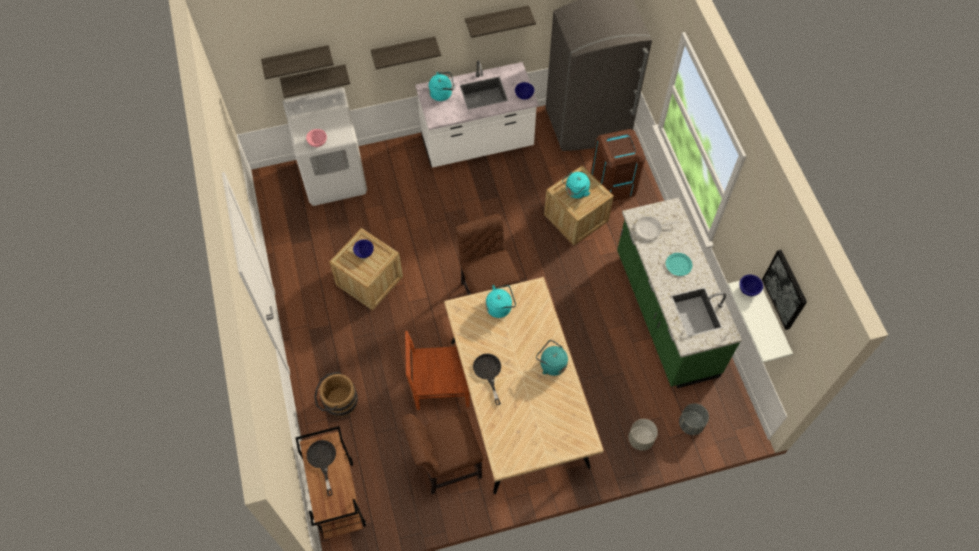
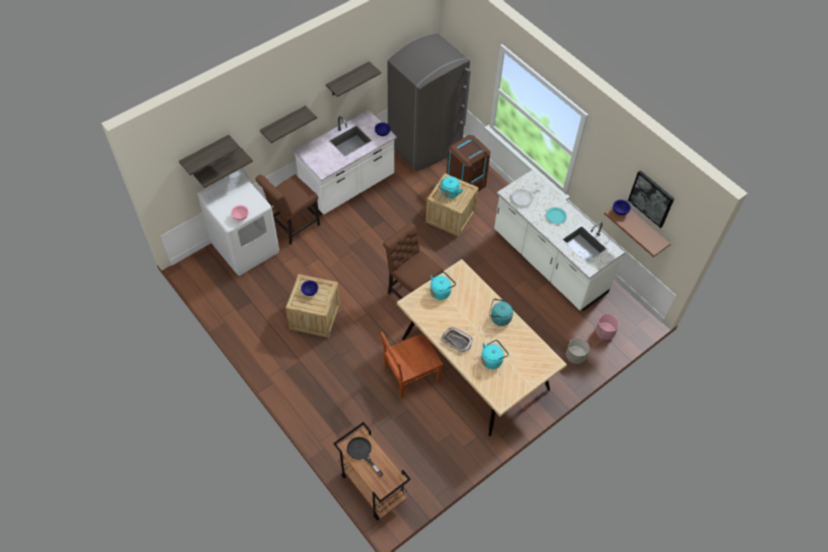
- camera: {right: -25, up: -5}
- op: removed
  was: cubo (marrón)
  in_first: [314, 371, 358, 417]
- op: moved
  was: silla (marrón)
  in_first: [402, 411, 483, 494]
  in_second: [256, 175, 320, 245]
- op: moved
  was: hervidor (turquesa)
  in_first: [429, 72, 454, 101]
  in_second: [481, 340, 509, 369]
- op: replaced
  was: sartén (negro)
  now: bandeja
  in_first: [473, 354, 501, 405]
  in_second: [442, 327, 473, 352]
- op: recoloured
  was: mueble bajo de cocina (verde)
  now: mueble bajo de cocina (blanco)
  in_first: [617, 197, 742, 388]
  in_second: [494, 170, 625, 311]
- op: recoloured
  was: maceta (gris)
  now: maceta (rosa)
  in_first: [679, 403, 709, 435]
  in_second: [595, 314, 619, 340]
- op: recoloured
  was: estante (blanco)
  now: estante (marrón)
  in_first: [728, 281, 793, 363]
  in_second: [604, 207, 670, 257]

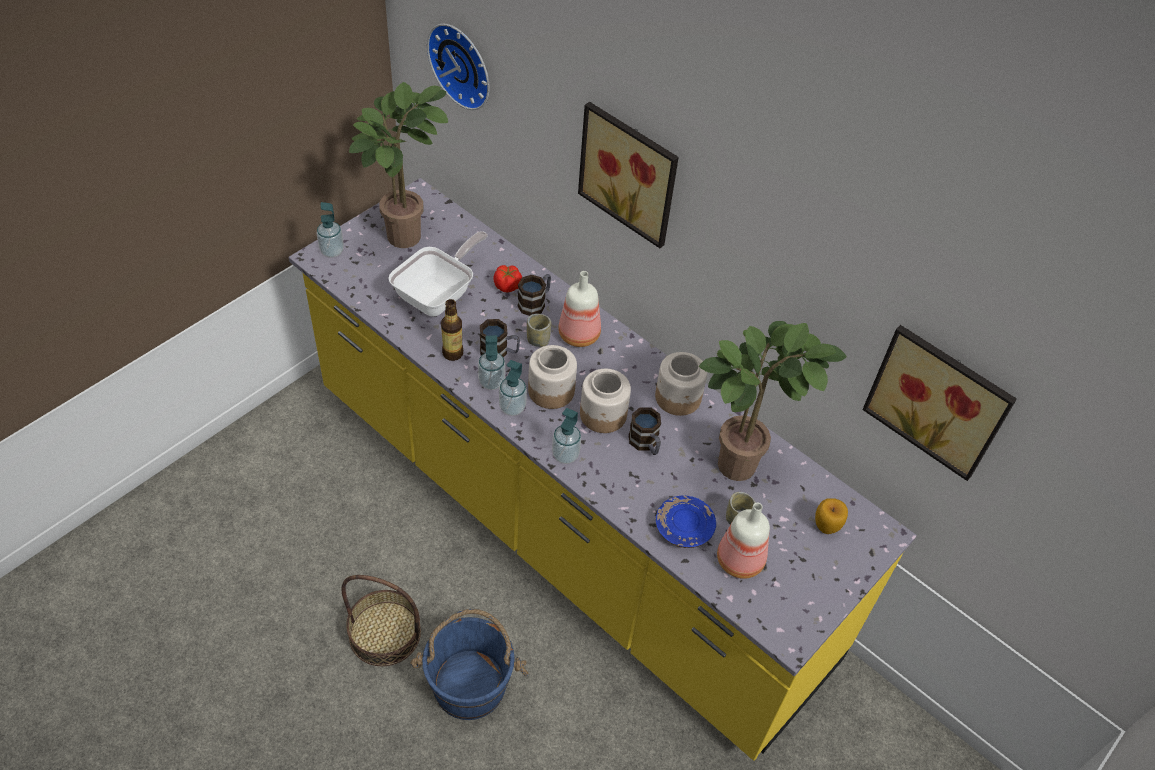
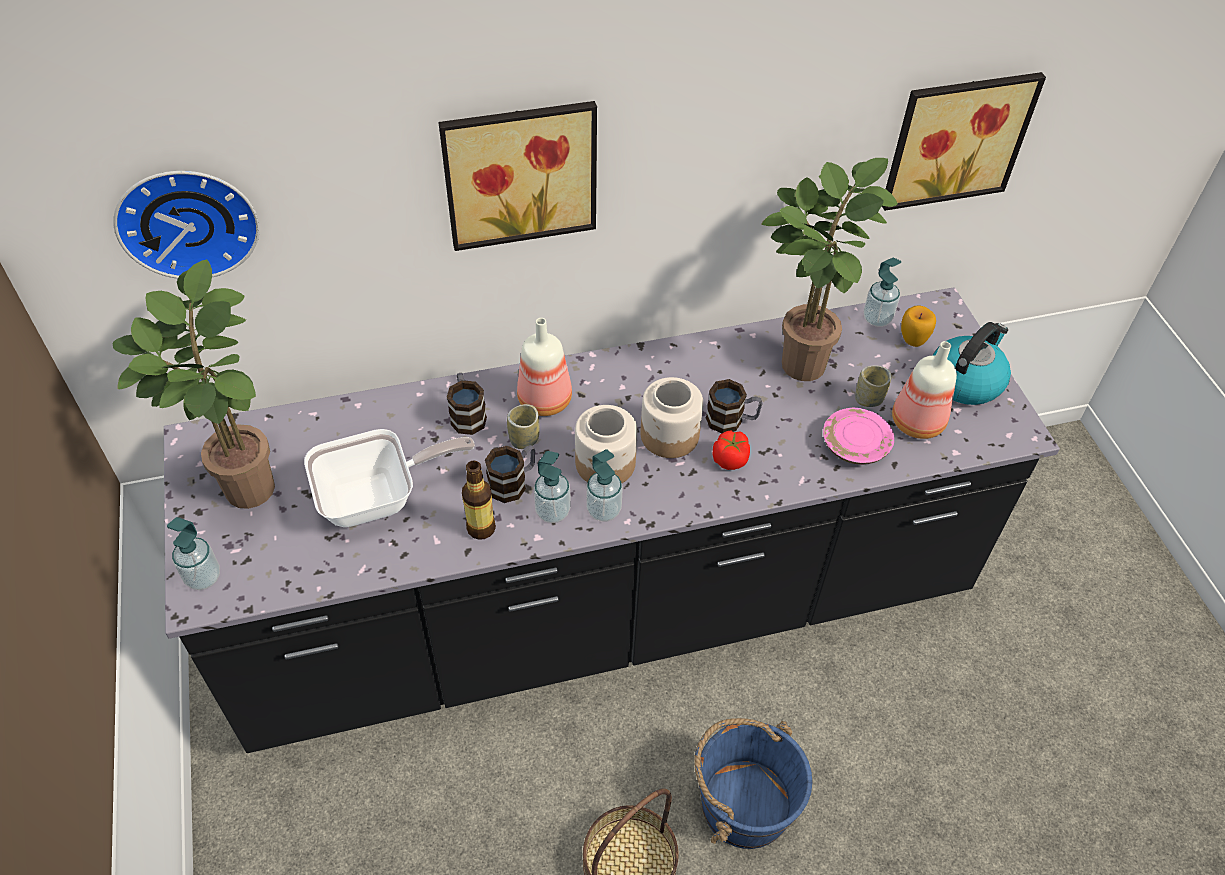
- camera: {right: -55, up: 0}
- op: removed
  was: tarro
  in_first: [655, 352, 707, 416]
- op: added
  now: hervidor
  in_second: [933, 322, 1011, 405]
- op: moved
  was: tomate
  in_first: [493, 265, 522, 293]
  in_second: [713, 431, 750, 470]
- op: moved
  was: dispensador de jabón
  in_first: [552, 408, 581, 464]
  in_second: [864, 258, 901, 327]
- op: recoloured
  was: mueble bajo de cocina (amarillo)
  now: mueble bajo de cocina (negro)
  in_first: [289, 178, 917, 761]
  in_second: [164, 287, 1060, 753]
- op: recoloured
  was: plato (azul)
  now: plato (rosa)
  in_first: [656, 495, 716, 548]
  in_second: [823, 407, 894, 465]
- op: turned
  was: sartén
  in_first: [388, 231, 488, 316]
  in_second: [304, 429, 475, 527]
  clockwise: 90

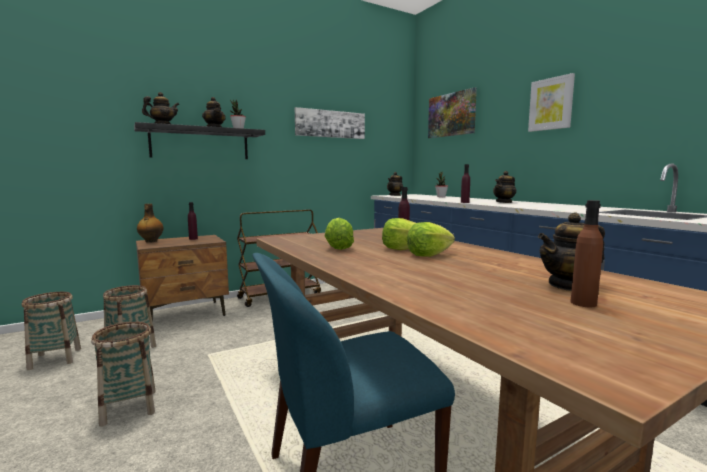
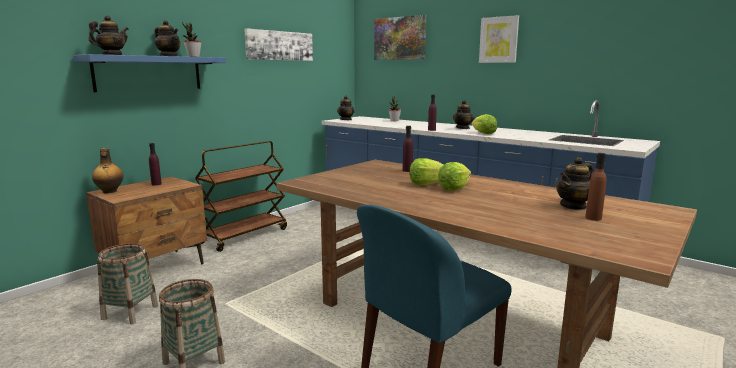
- camera: {right: -20, up: 5}
- op: removed
  was: cesta
  in_first: [21, 292, 81, 370]
- op: moved
  was: lechuga
  in_first: [325, 218, 354, 250]
  in_second: [472, 114, 497, 134]
- op: recoloured
  was: estante (negro)
  now: estante (azul)
  in_first: [134, 122, 265, 159]
  in_second: [73, 54, 226, 92]

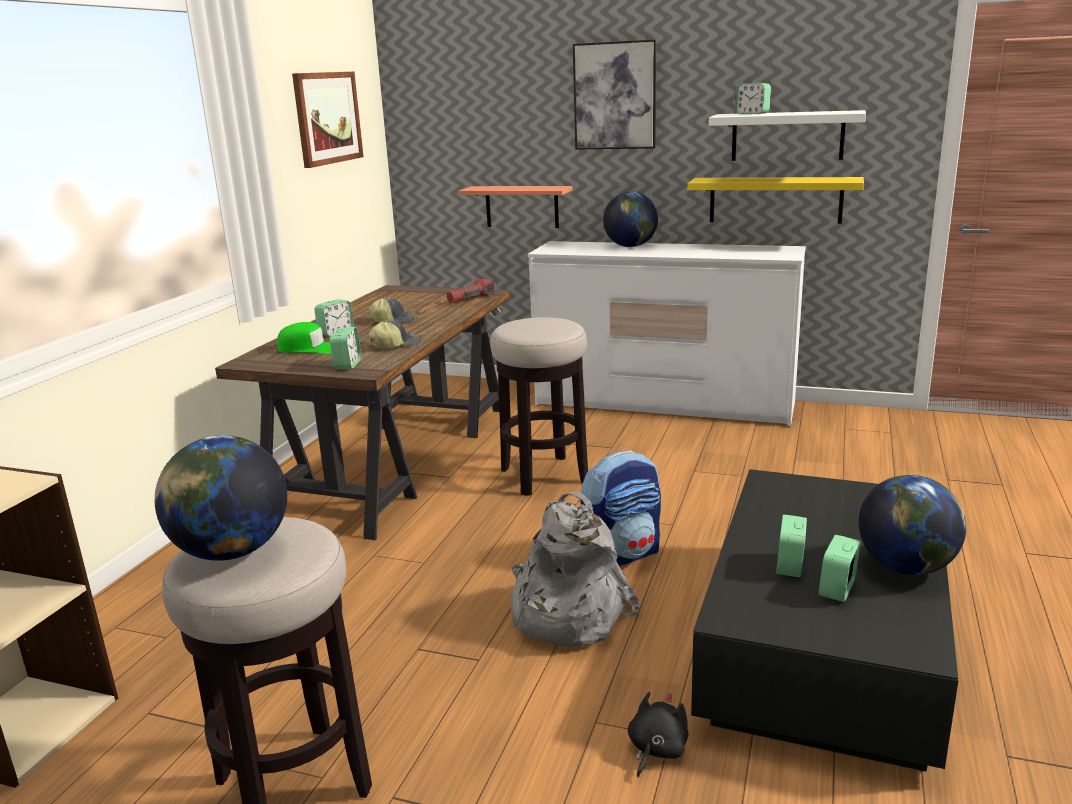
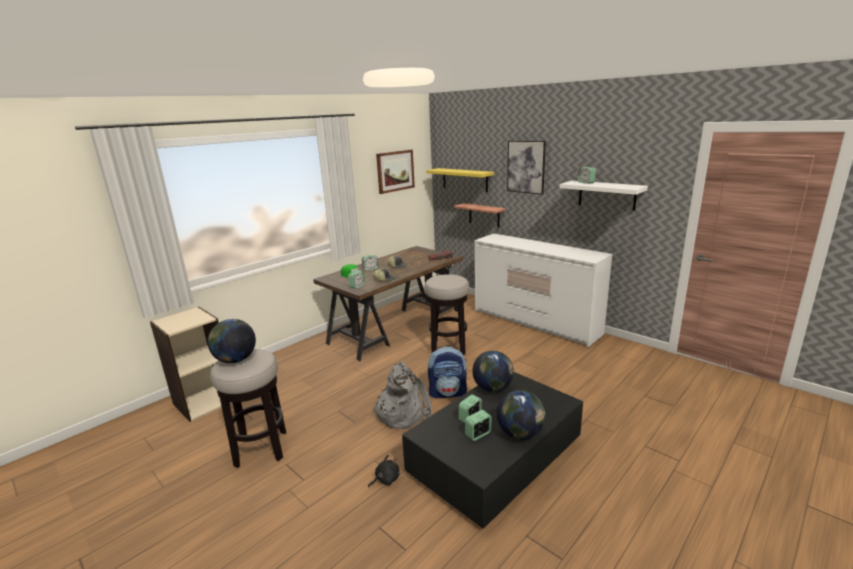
- camera: {right: 25, up: 0}
- op: moved
  was: globo terráqueo
  in_first: [603, 192, 658, 247]
  in_second: [472, 351, 514, 392]
- op: moved
  was: estante (amarillo)
  in_first: [688, 177, 864, 224]
  in_second: [426, 168, 494, 192]

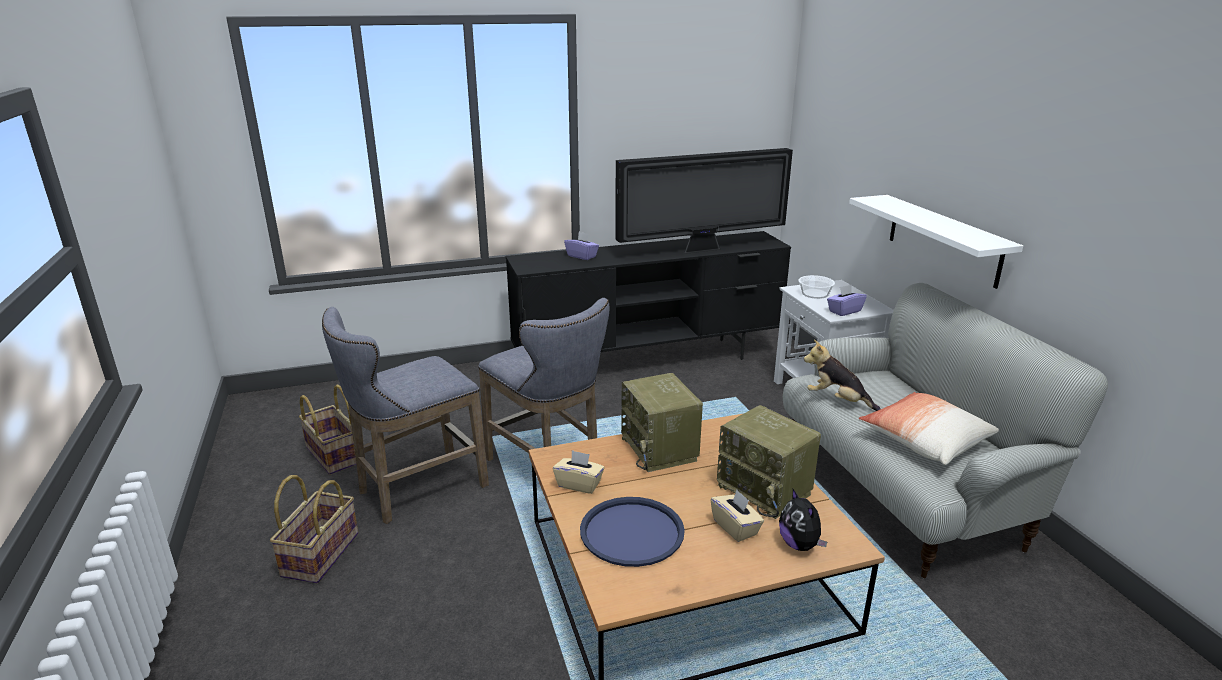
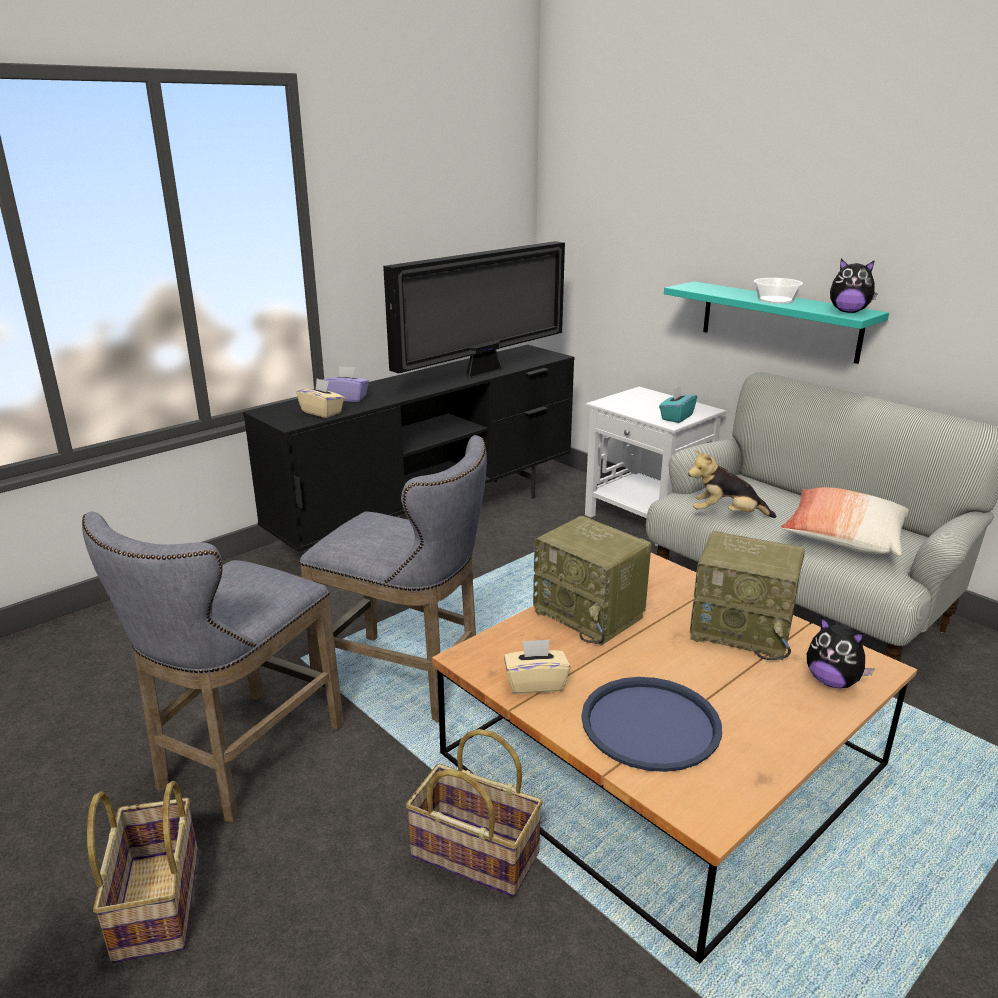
- camera: {right: -25, up: 0}
- op: added
  now: peluche
  in_second: [830, 259, 878, 313]
- op: moved
  was: cesta
  in_first: [299, 385, 357, 475]
  in_second: [406, 729, 543, 897]
- op: moved
  was: caja de pañuelos (beis)
  in_first: [710, 490, 764, 542]
  in_second: [296, 378, 345, 418]
- op: moved
  was: cuenco
  in_first: [799, 275, 835, 299]
  in_second: [754, 278, 803, 304]
- op: recoloured
  was: caja de pañuelos (morado)
  now: caja de pañuelos (turquesa)
  in_first: [827, 285, 867, 316]
  in_second: [659, 386, 697, 423]
- op: recoloured
  was: estante (blanco)
  now: estante (turquesa)
  in_first: [849, 195, 1023, 289]
  in_second: [664, 281, 889, 364]

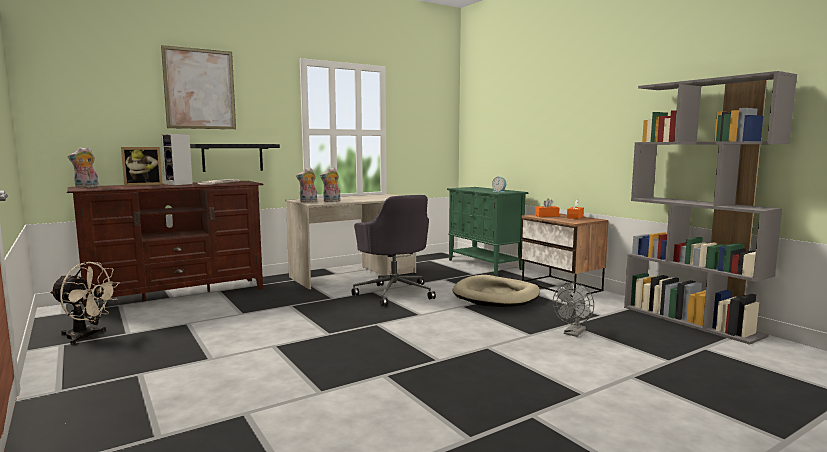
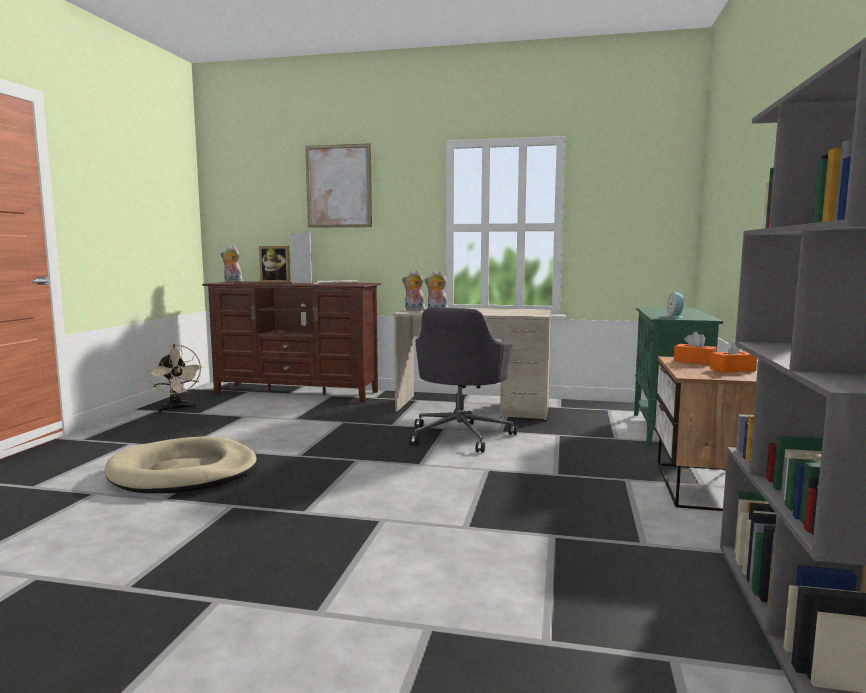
- camera: {right: 45, up: 0}
- op: removed
  was: estante (negro)
  in_first: [190, 144, 280, 172]
- op: removed
  was: ventilador (gris)
  in_first: [553, 282, 594, 337]
- op: moved
  was: cama para perro (beis)
  in_first: [453, 275, 540, 307]
  in_second: [105, 436, 257, 493]

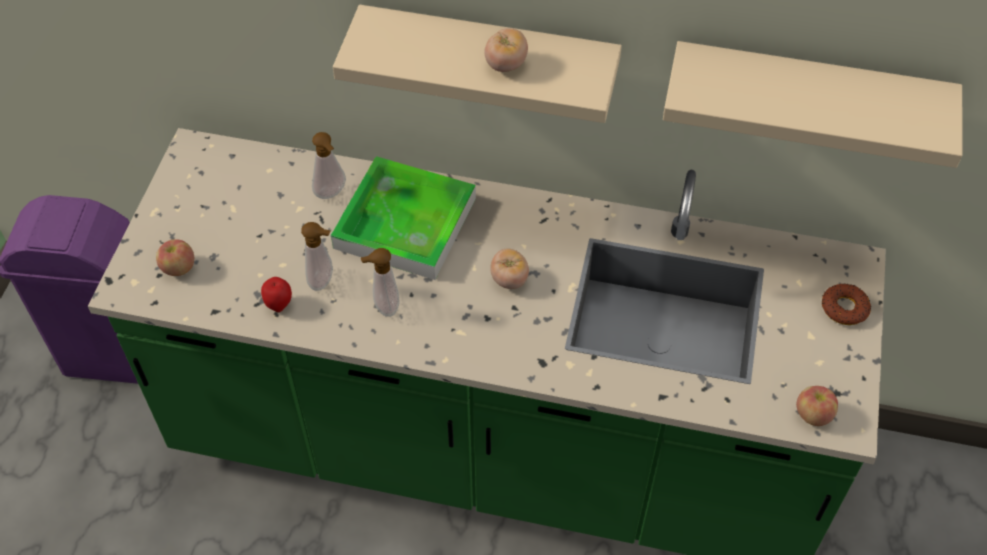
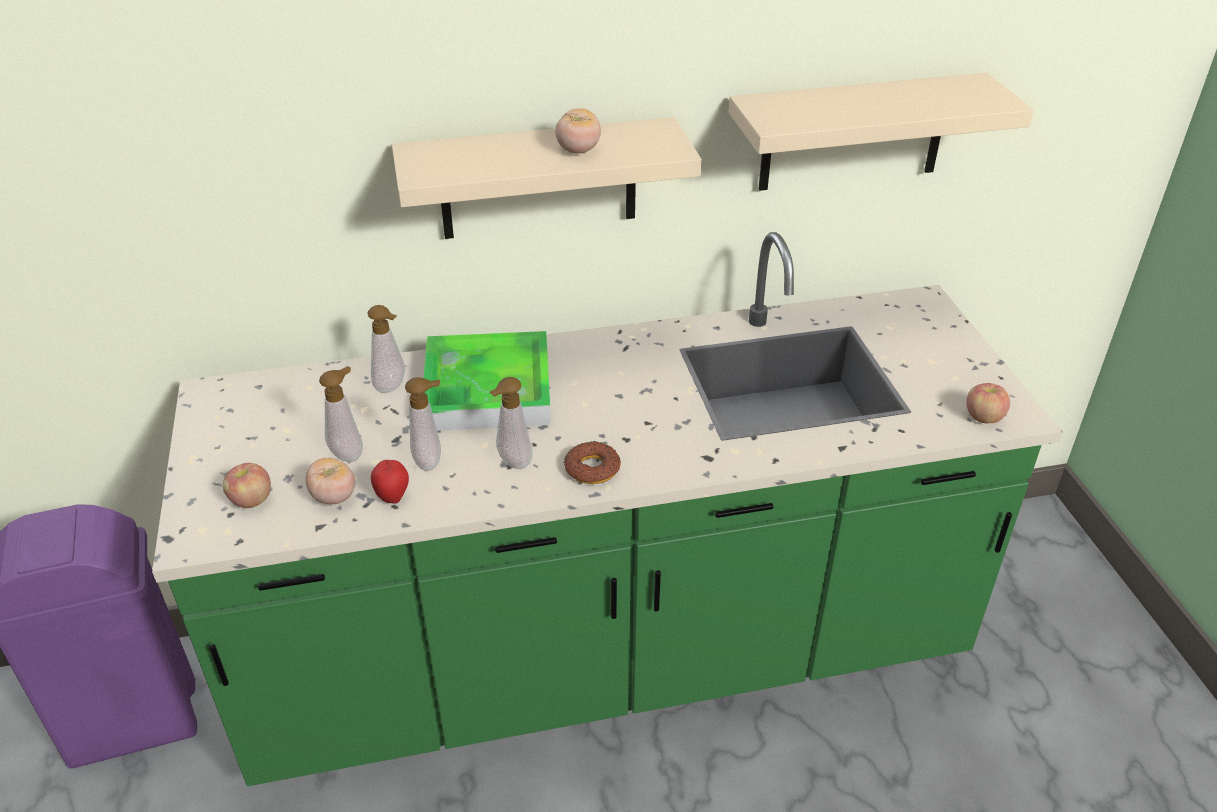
- camera: {right: -25, up: -15}
- op: added
  now: dispensador de jabón
  in_second: [319, 366, 363, 462]
- op: moved
  was: tomate
  in_first: [490, 248, 529, 289]
  in_second: [305, 458, 355, 504]
- op: moved
  was: rosquilla
  in_first: [822, 284, 871, 325]
  in_second: [564, 441, 621, 484]

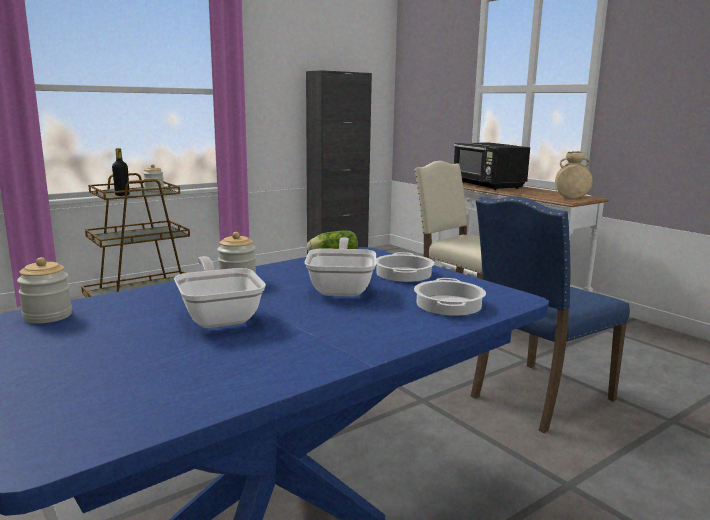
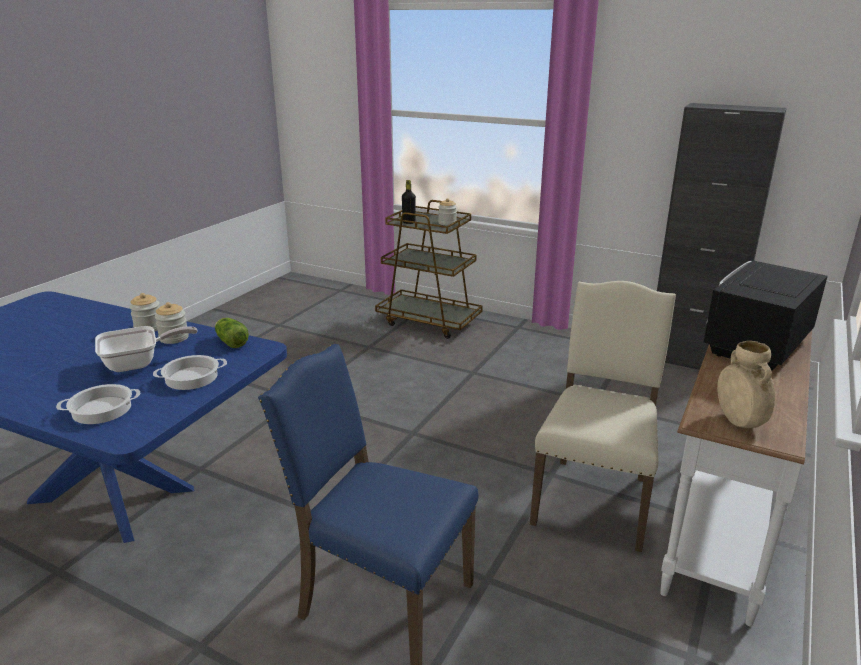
- camera: {right: 65, up: 10}
- op: removed
  was: sartén
  in_first: [174, 256, 266, 328]
- op: moved
  was: tarro
  in_first: [17, 257, 72, 323]
  in_second: [155, 302, 189, 344]

